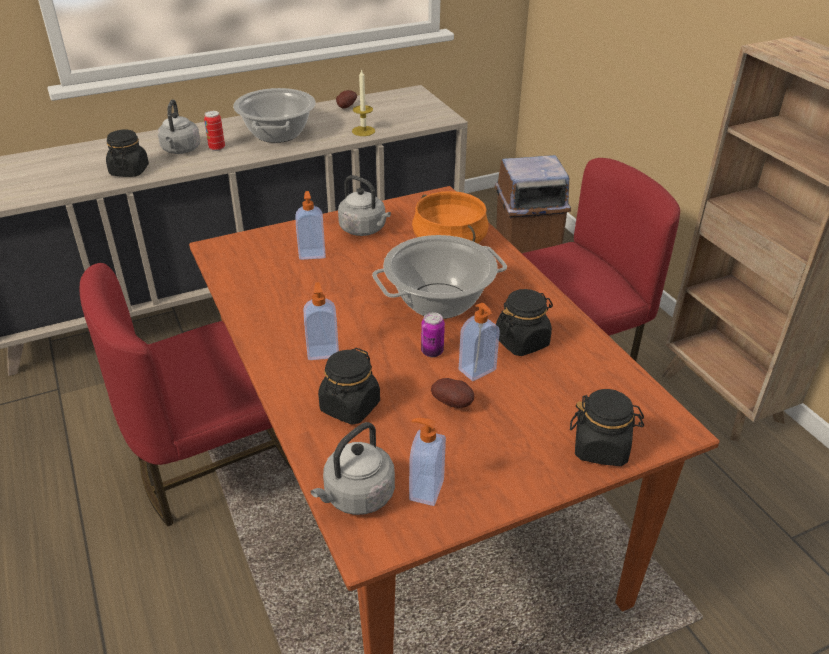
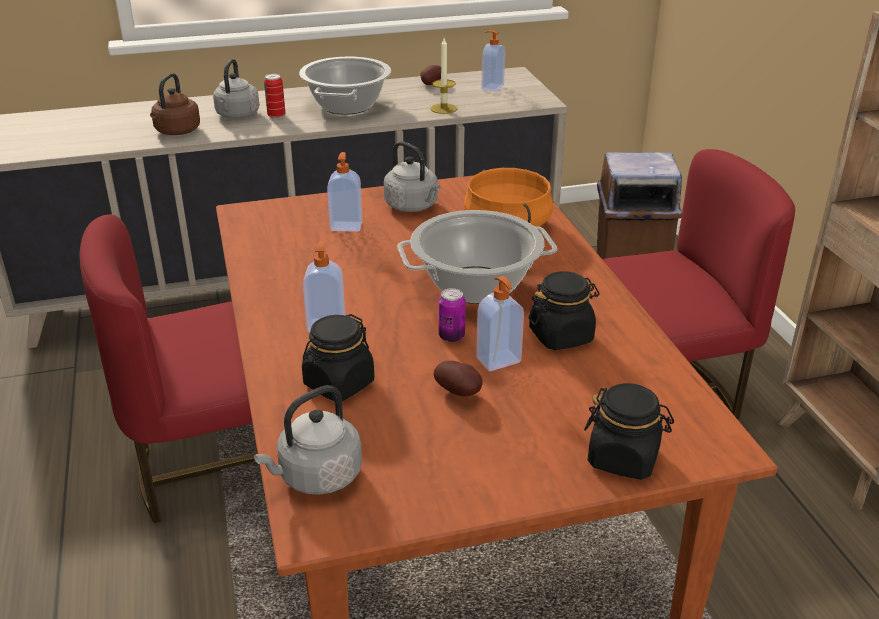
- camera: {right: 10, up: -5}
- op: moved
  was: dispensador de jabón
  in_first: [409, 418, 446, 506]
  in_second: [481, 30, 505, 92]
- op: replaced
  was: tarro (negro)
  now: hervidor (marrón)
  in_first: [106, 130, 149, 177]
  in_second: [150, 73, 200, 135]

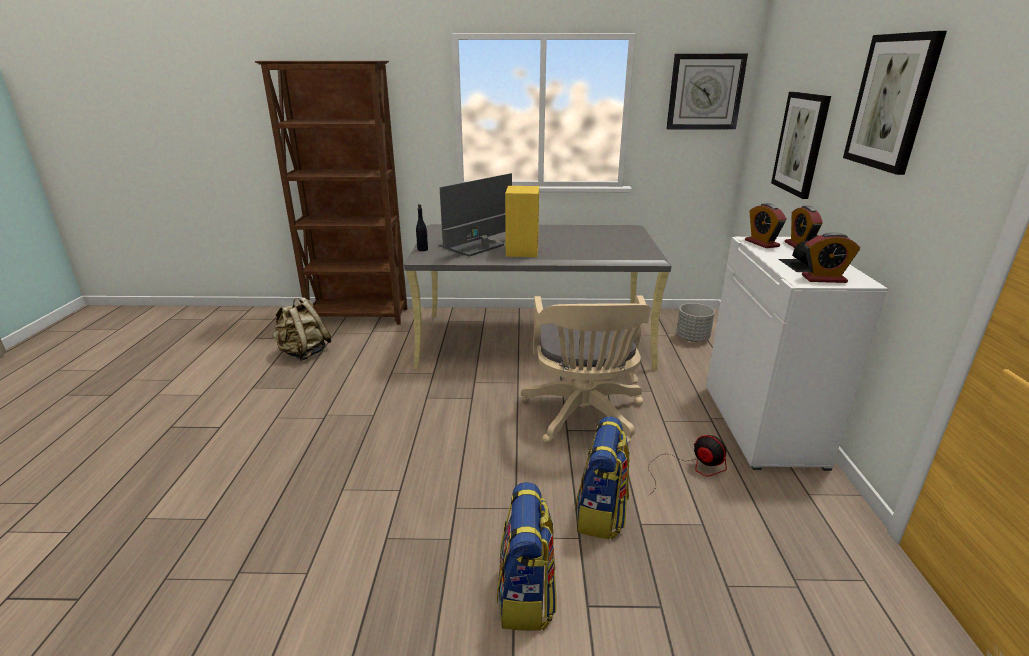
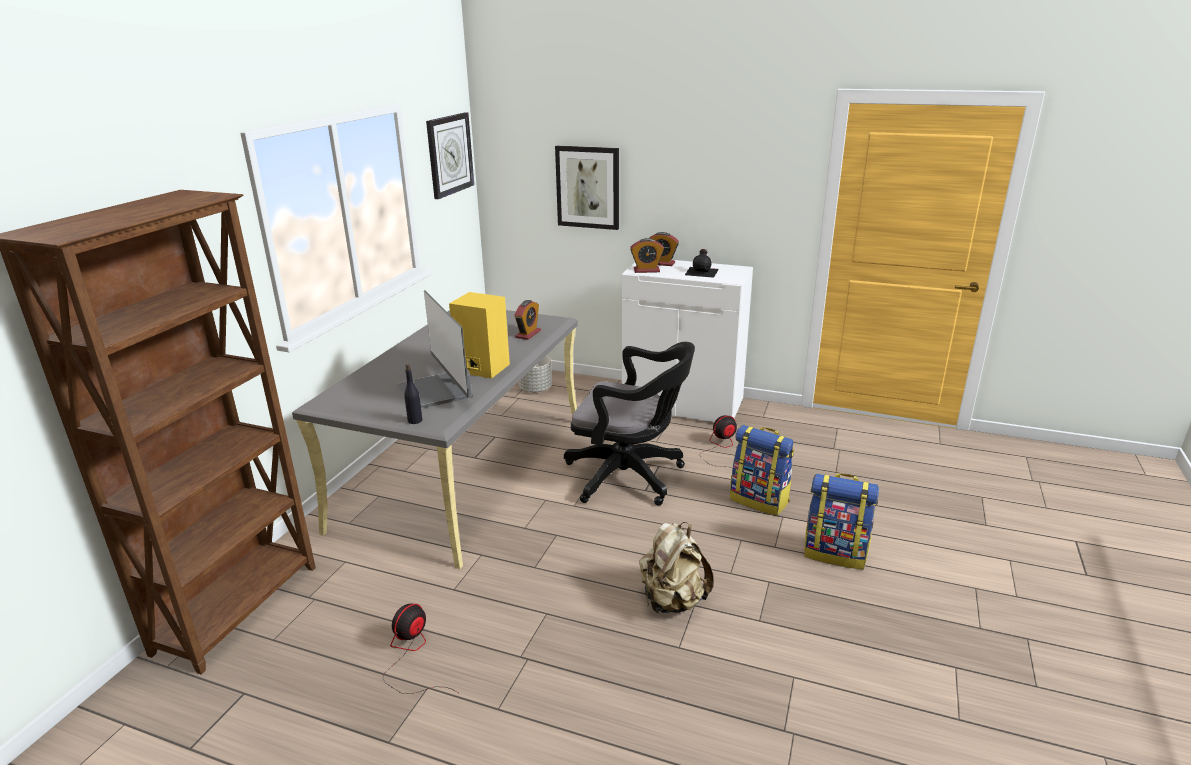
- camera: {right: -70, up: 0}
- op: removed
  was: cuadro
  in_first: [843, 31, 947, 175]
- op: added
  now: ventilador
  in_second: [383, 604, 458, 694]
- op: moved
  was: mochila (beis)
  in_first: [272, 297, 331, 361]
  in_second: [639, 522, 714, 613]
- op: moved
  was: despertador
  in_first: [802, 232, 860, 283]
  in_second: [514, 300, 541, 340]
- op: recoloured
  was: silla de oficina (beis)
  now: silla de oficina (negro)
  in_first: [521, 296, 651, 445]
  in_second: [564, 342, 695, 506]

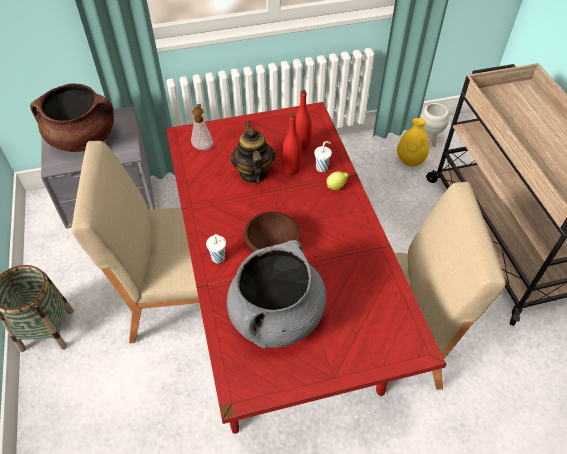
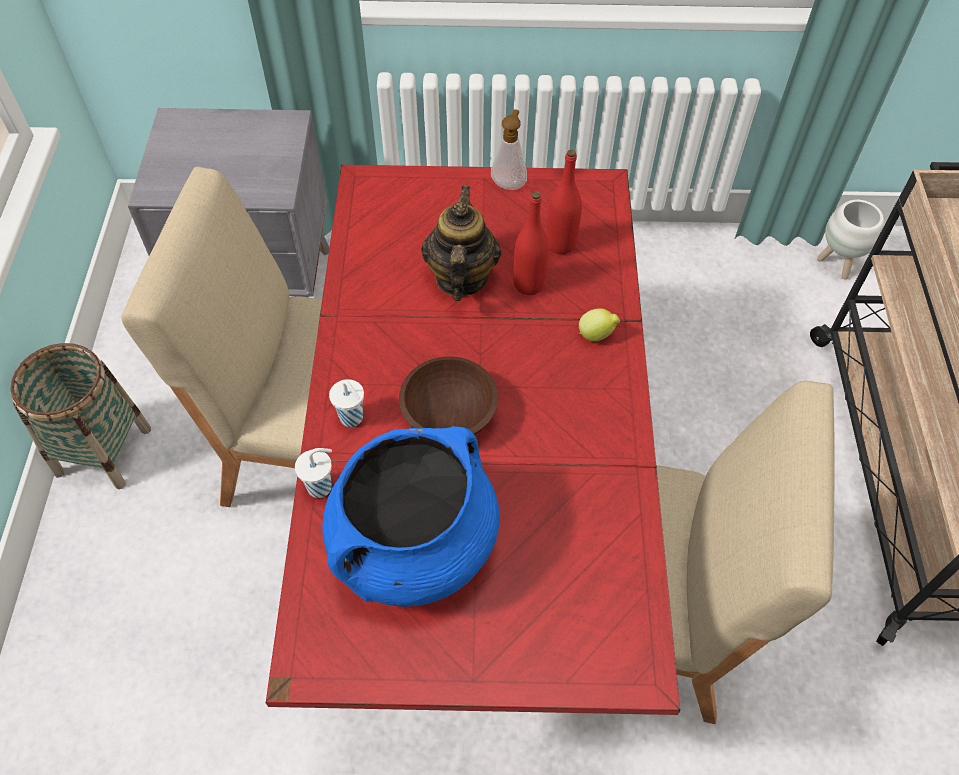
- camera: {right: 15, up: 5}
- op: removed
  was: olla (marrón)
  in_first: [30, 83, 114, 152]
- op: removed
  was: florero (amarillo)
  in_first: [397, 118, 429, 167]
- op: moved
  was: dispensador de jabón
  in_first: [191, 104, 213, 150]
  in_second: [491, 109, 527, 190]
- op: moved
  was: taza (blanco)
  in_first: [314, 141, 332, 172]
  in_second: [295, 448, 332, 498]
- op: recoloured
  was: olla (gris)
  now: olla (azul)
  in_first: [227, 240, 326, 349]
  in_second: [322, 426, 500, 607]

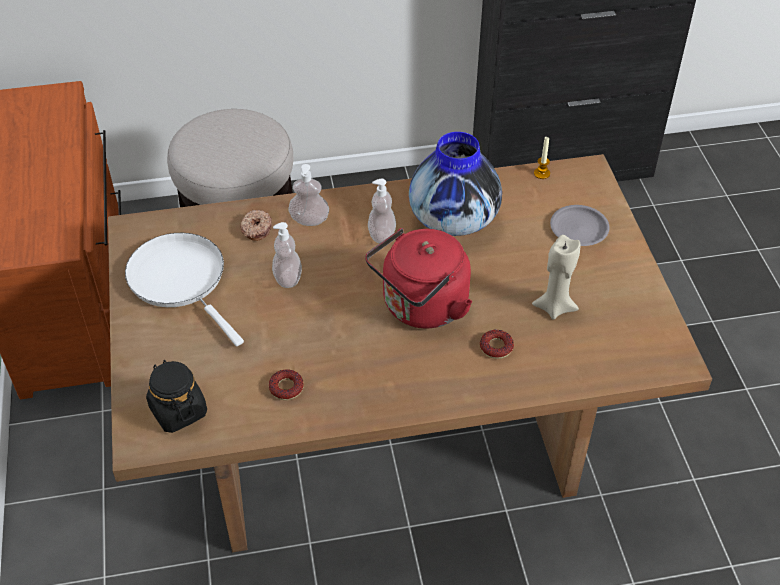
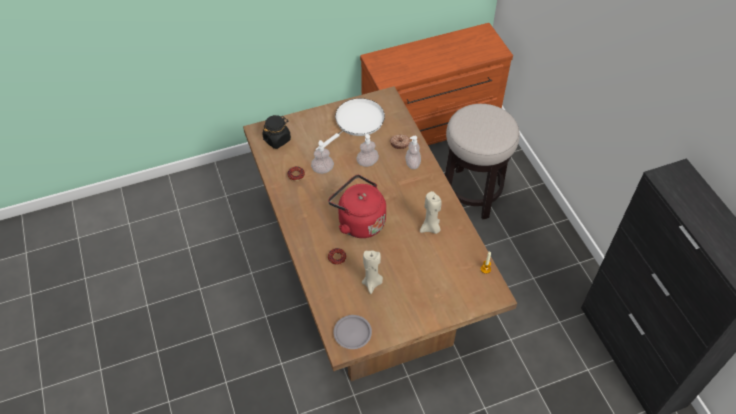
- camera: {right: 80, up: 5}
- op: moved
  was: dispensador de jabón
  in_first: [368, 179, 396, 243]
  in_second: [311, 140, 334, 174]
- op: moved
  was: plato (gris)
  in_first: [550, 205, 610, 246]
  in_second: [334, 315, 372, 349]
- op: replaced
  was: florero
  now: vela (beis)
  in_first: [409, 132, 502, 236]
  in_second: [420, 191, 442, 234]

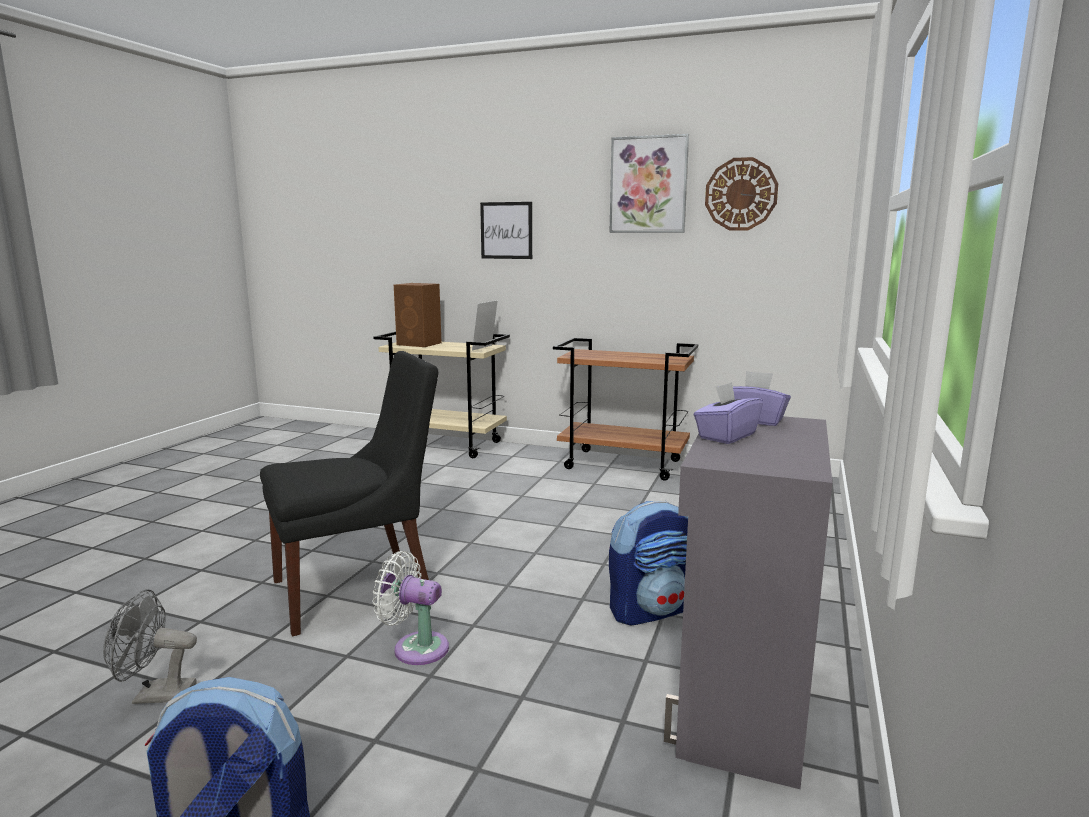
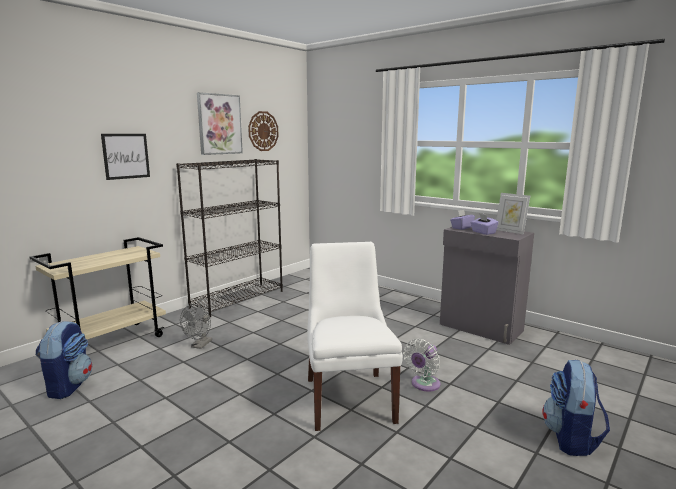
- camera: {right: -70, up: 0}
- op: removed
  was: altavoz (marrón)
  in_first: [394, 283, 442, 347]
- op: moved
  was: ventilador (gris)
  in_first: [103, 589, 197, 704]
  in_second: [180, 304, 212, 349]
- op: moved
  was: portarretratos
  in_first: [472, 301, 497, 351]
  in_second: [497, 193, 530, 234]
- op: moved
  was: mochila
  in_first: [609, 501, 688, 625]
  in_second: [36, 321, 92, 399]
- op: replaced
  was: carrito (marrón)
  now: estantería (negro)
  in_first: [553, 338, 698, 480]
  in_second: [176, 159, 283, 317]
- op: recoloured
  was: silla (negro)
  now: silla (blanco)
  in_first: [260, 351, 438, 637]
  in_second: [307, 242, 403, 431]

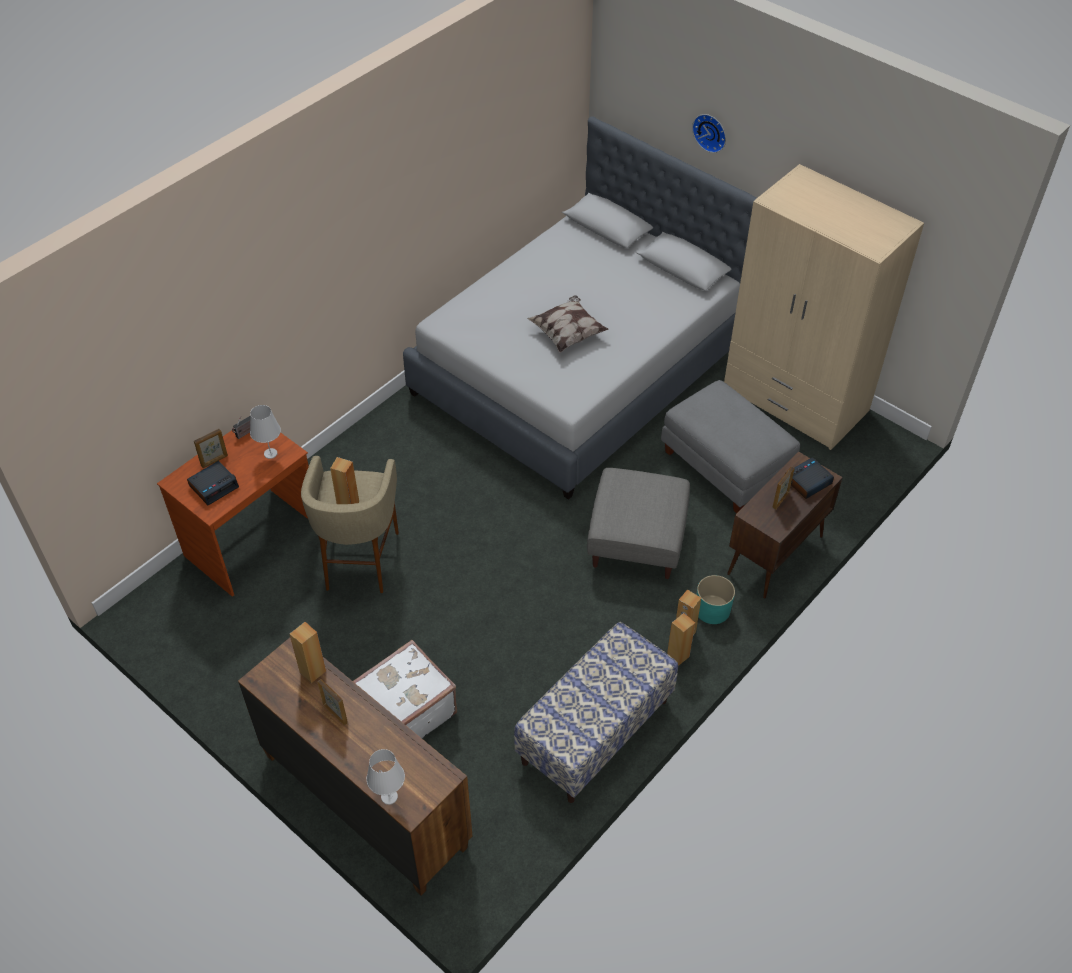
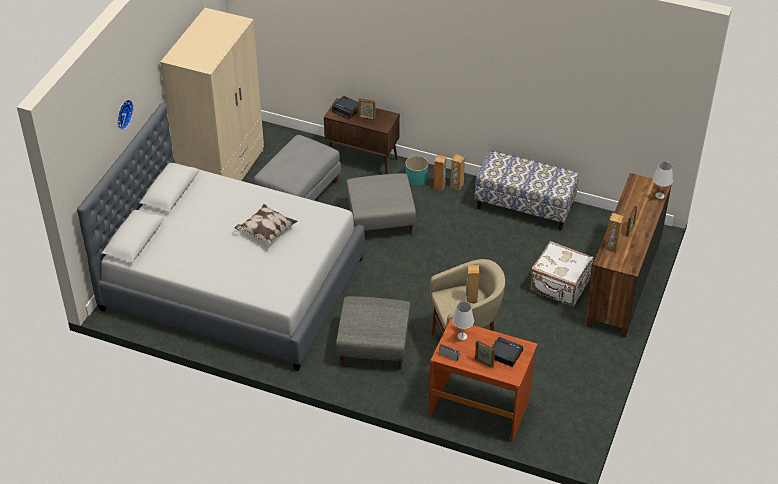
- camera: {right: -110, up: -5}
- op: added
  now: puf (gris)
  in_second: [336, 296, 411, 370]

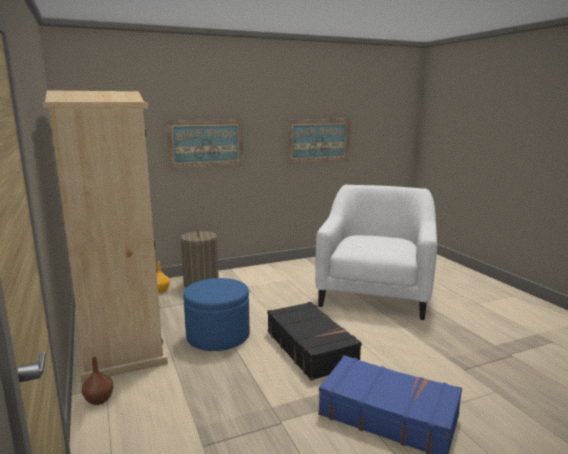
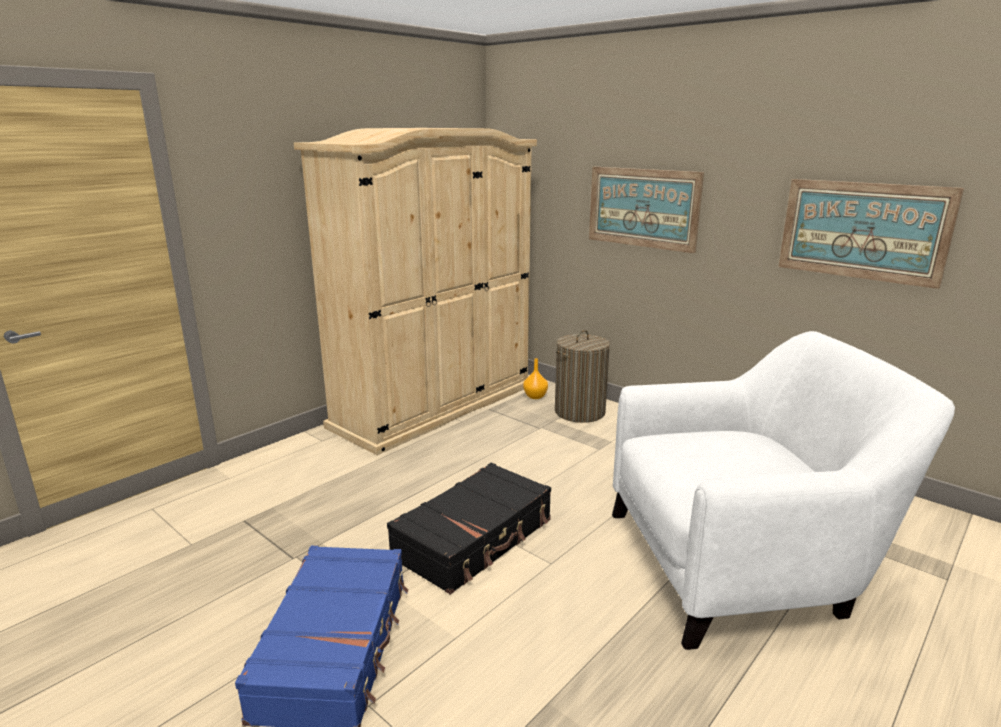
- camera: {right: 65, up: 5}
- op: removed
  was: florero (marrón)
  in_first: [82, 357, 114, 405]
- op: removed
  was: puf (azul)
  in_first: [183, 278, 250, 351]

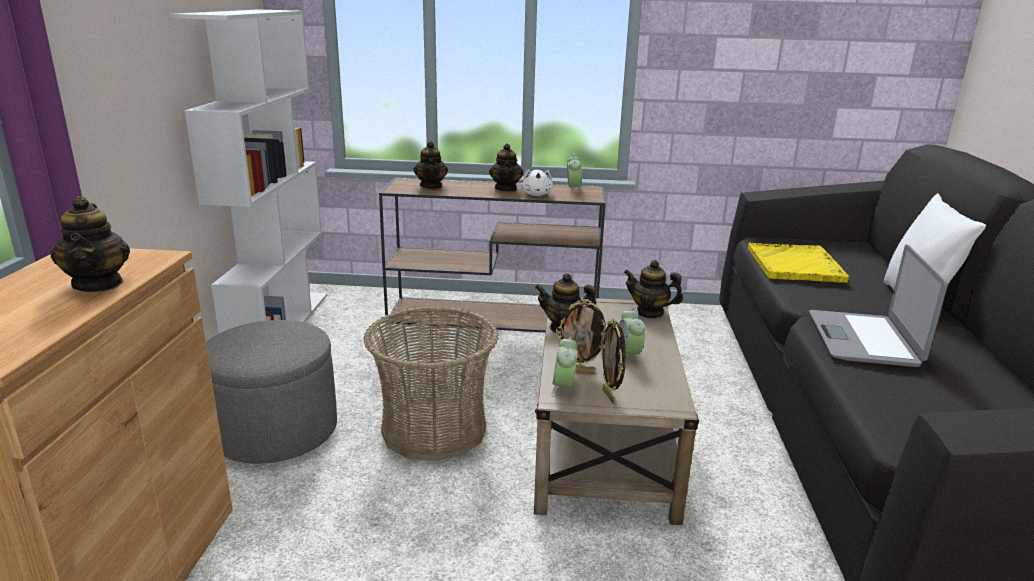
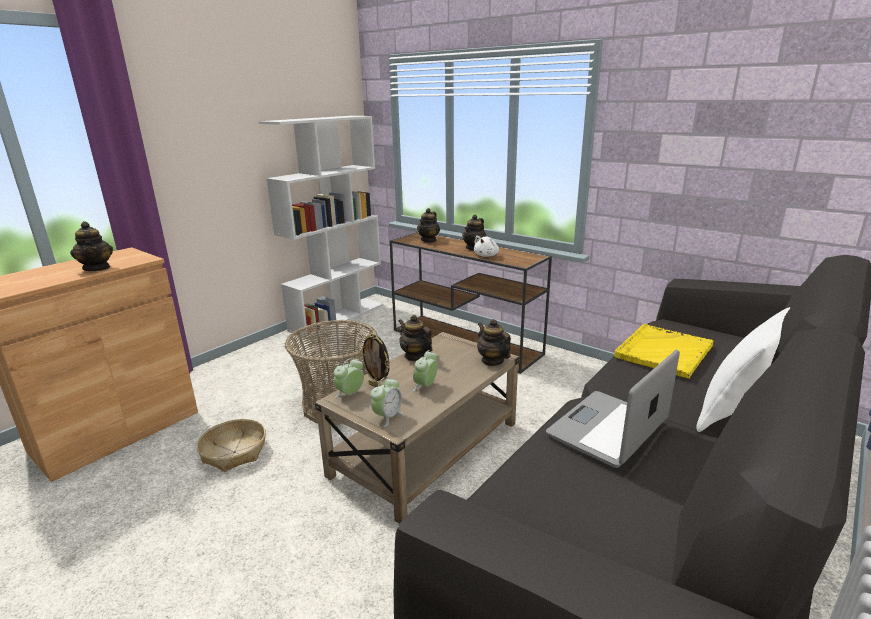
- camera: {right: 35, up: 0}
- op: removed
  was: puf (gris)
  in_first: [206, 320, 337, 464]
- op: removed
  was: portarretratos
  in_first: [601, 319, 626, 404]
- op: added
  now: cesta
  in_second: [197, 419, 266, 472]
- op: moved
  was: despertador
  in_first: [567, 153, 582, 193]
  in_second: [371, 377, 403, 427]
- op: turned
  was: tetera
  in_first: [50, 196, 130, 292]
  in_second: [70, 221, 113, 271]
  clockwise: -45

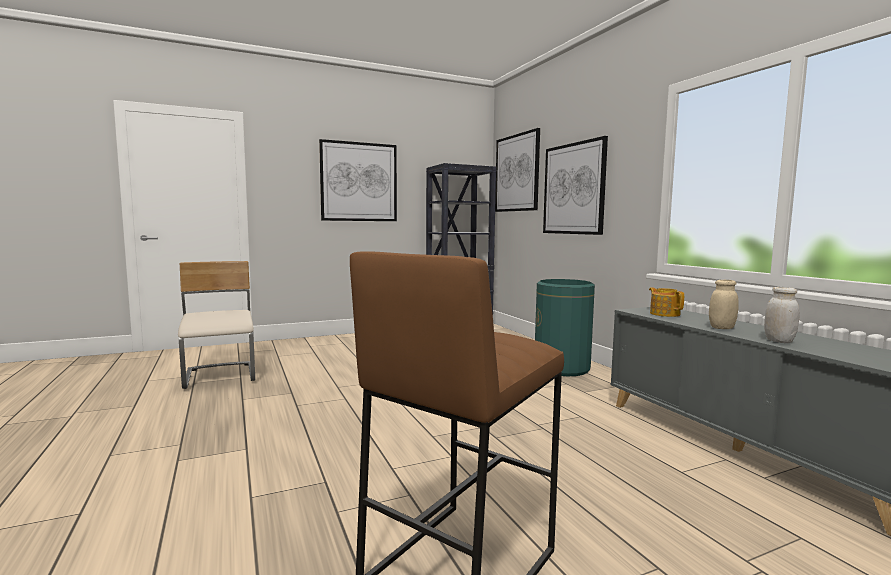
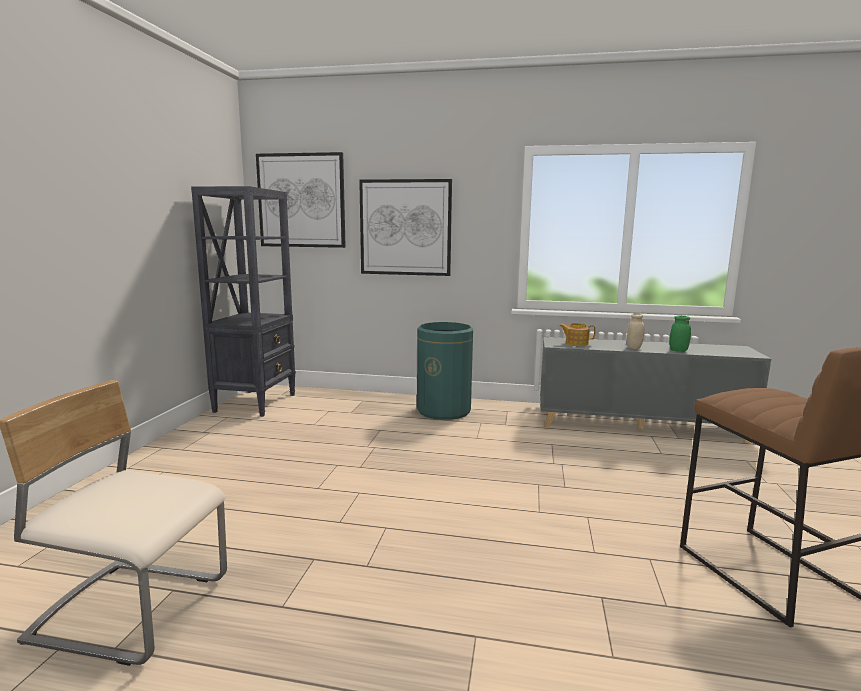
- camera: {right: -55, up: 5}
- op: removed
  was: cuadro
  in_first: [319, 139, 397, 221]
- op: recoloured
  was: tarro (blanco)
  now: tarro (verde)
  in_first: [764, 287, 800, 343]
  in_second: [669, 315, 691, 352]

